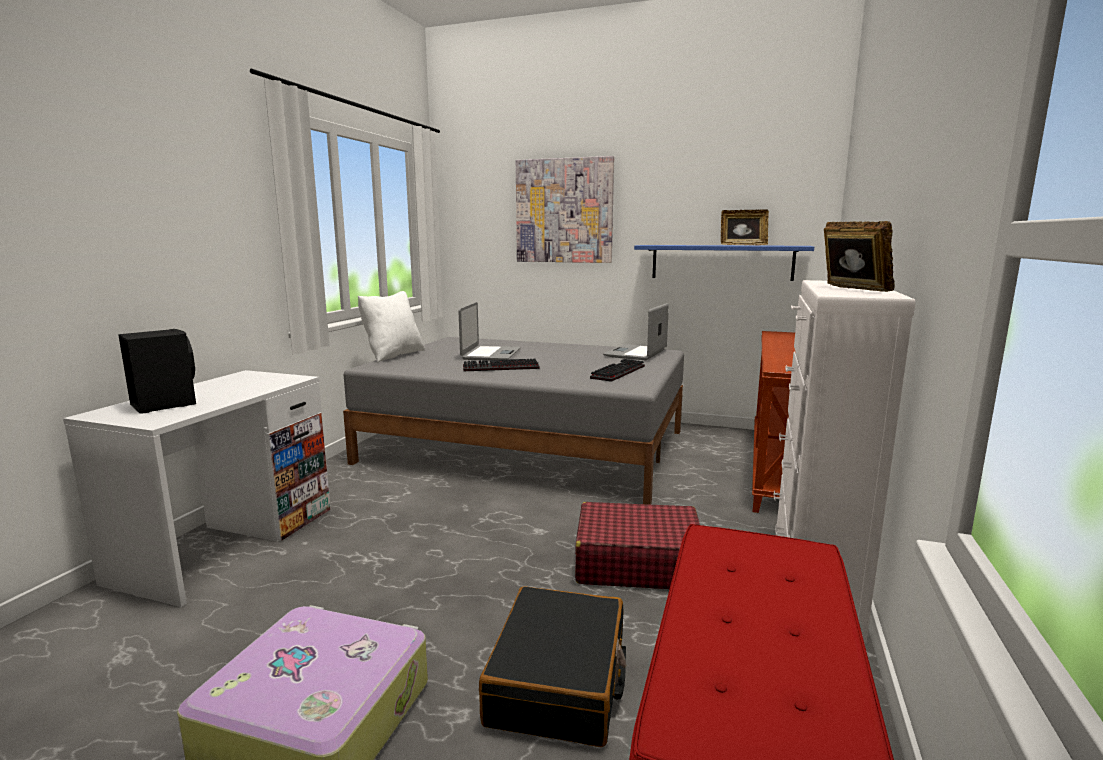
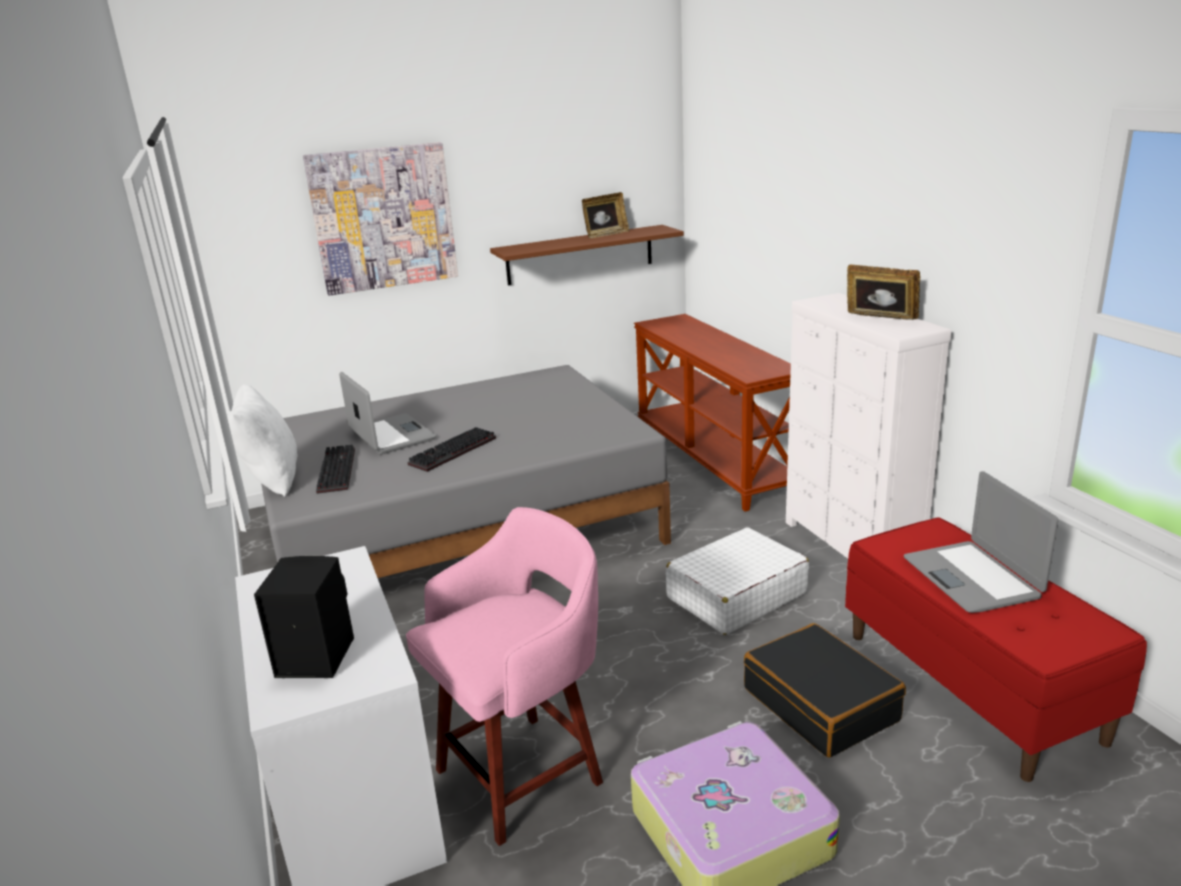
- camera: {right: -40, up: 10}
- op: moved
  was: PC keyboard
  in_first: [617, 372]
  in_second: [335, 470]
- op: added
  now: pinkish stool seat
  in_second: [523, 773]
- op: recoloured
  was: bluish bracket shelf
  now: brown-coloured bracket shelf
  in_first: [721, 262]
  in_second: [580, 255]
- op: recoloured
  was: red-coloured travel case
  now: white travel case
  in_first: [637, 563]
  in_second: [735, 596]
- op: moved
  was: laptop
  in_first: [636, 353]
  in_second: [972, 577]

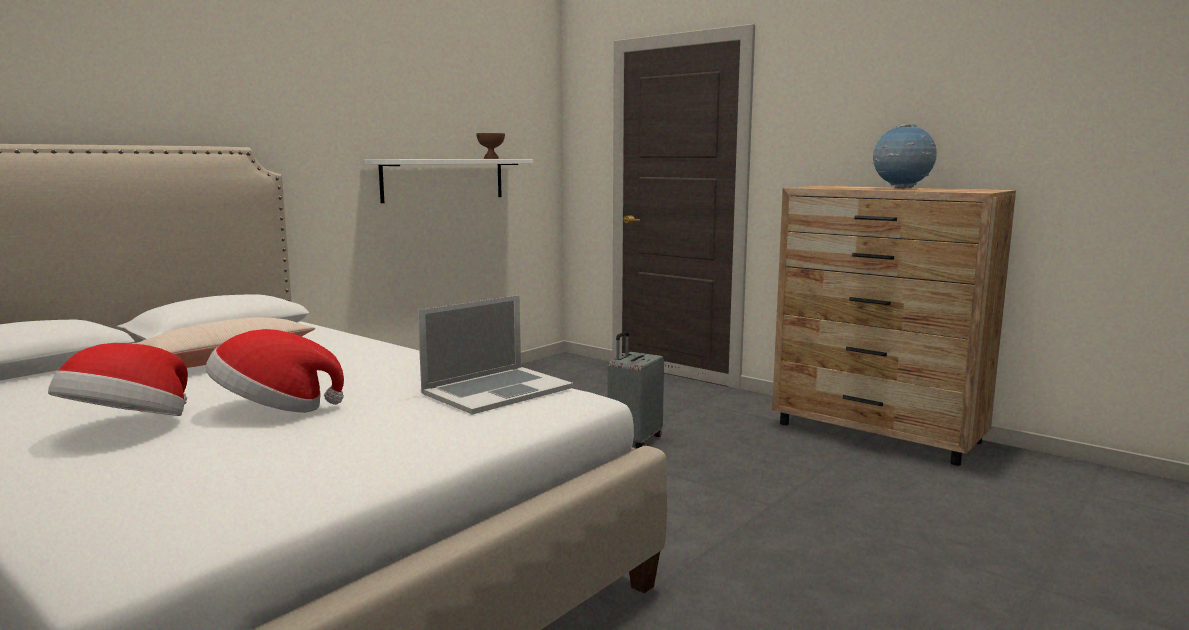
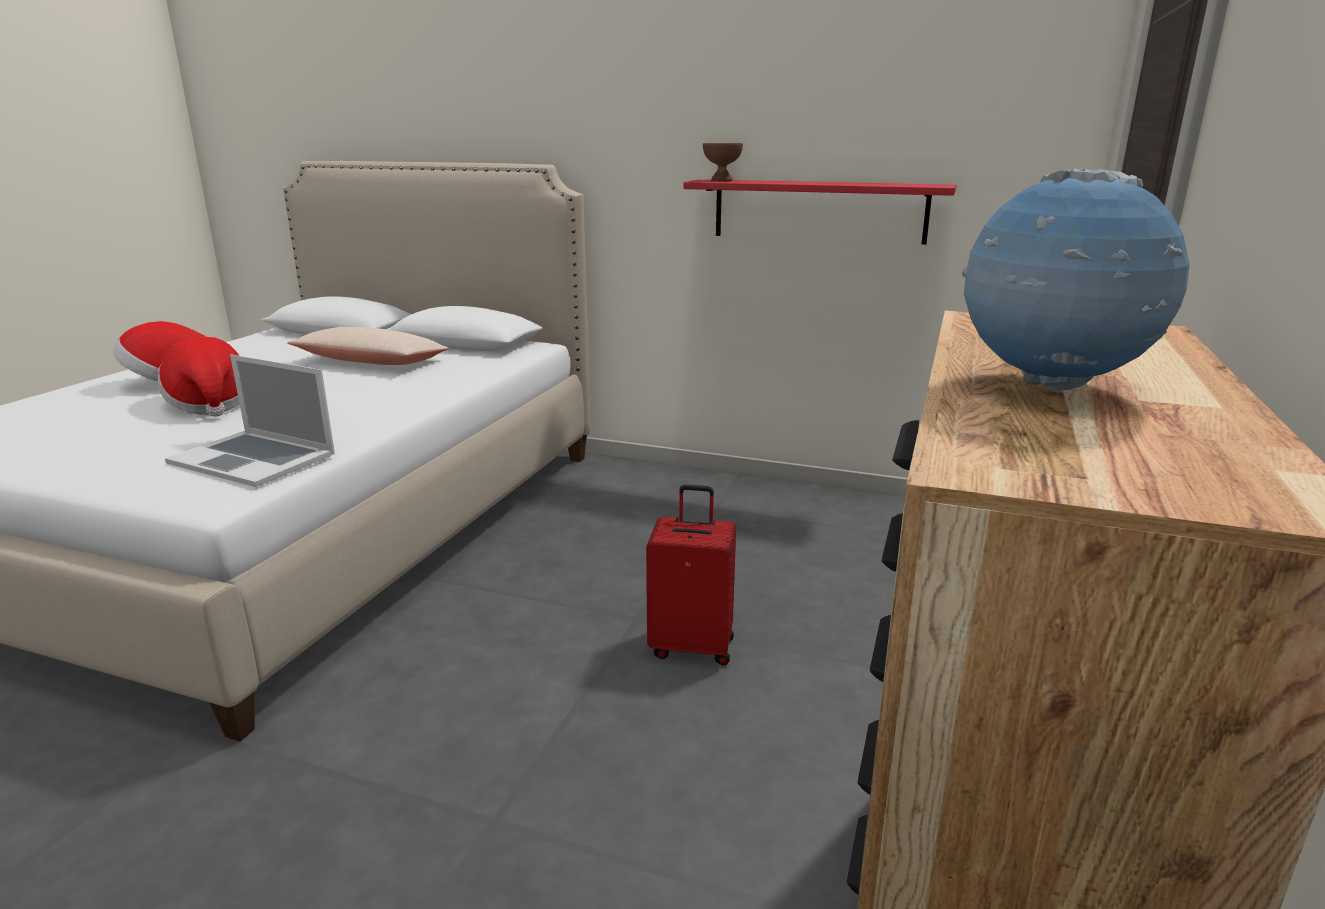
- camera: {right: 70, up: 10}
- op: recoloured
  was: gray travel case
  now: red-coloured travel case
  in_first: [634, 440]
  in_second: [692, 646]
- op: recoloured
  was: white bracket shelf
  now: red-coloured bracket shelf
  in_first: [444, 179]
  in_second: [819, 211]
- op: moved
  was: brown-coloured deep dish
  in_first: [491, 158]
  in_second: [722, 180]

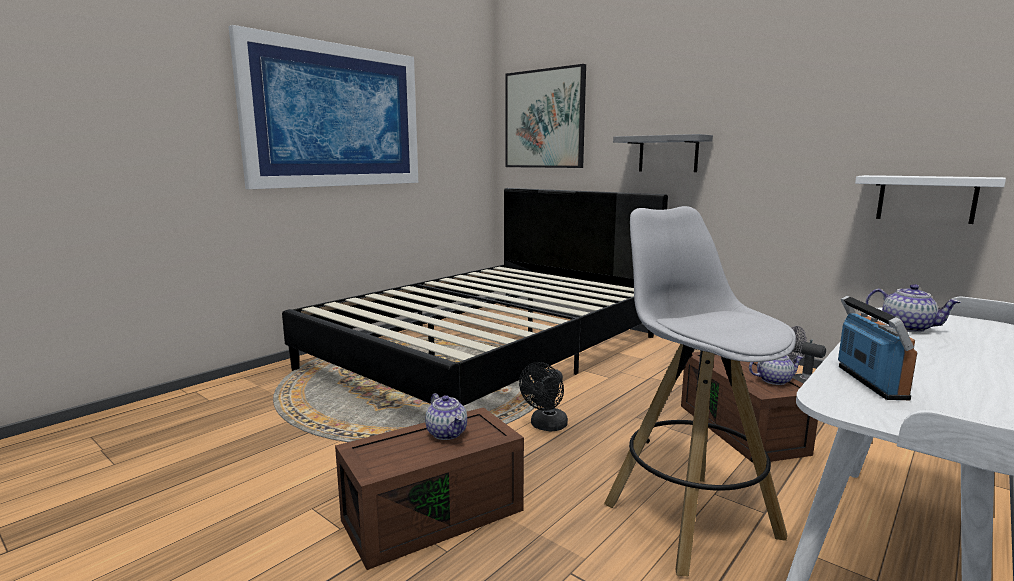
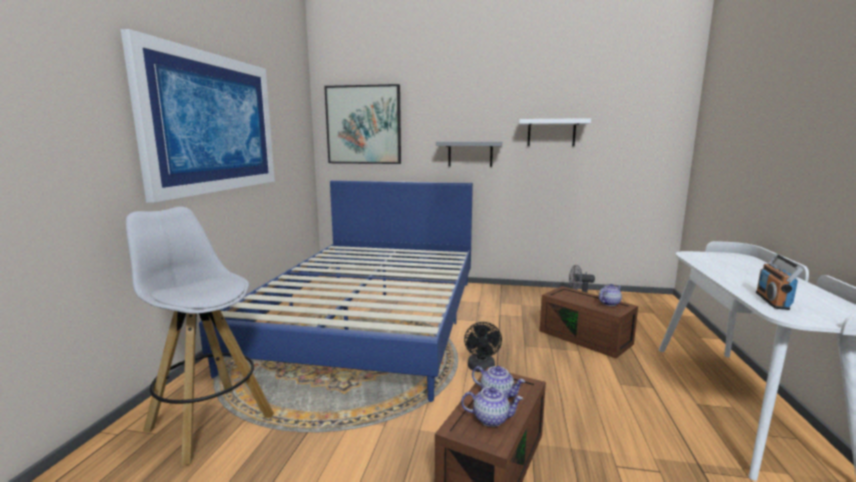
- camera: {right: -30, up: 0}
- op: moved
  was: white stool seat
  in_first: [688, 518]
  in_second: [209, 422]
- op: recoloured
  was: blackish sleeping bed
  now: bluish sleeping bed
  in_first: [490, 351]
  in_second: [371, 319]
- op: moved
  was: pot for tea
  in_first: [907, 327]
  in_second: [491, 418]
- op: moved
  was: white bracket shelf
  in_first: [926, 198]
  in_second: [551, 133]
- op: turned
  was: radio receiver
  in_first: [870, 382]
  in_second: [773, 301]
  clockwise: -135

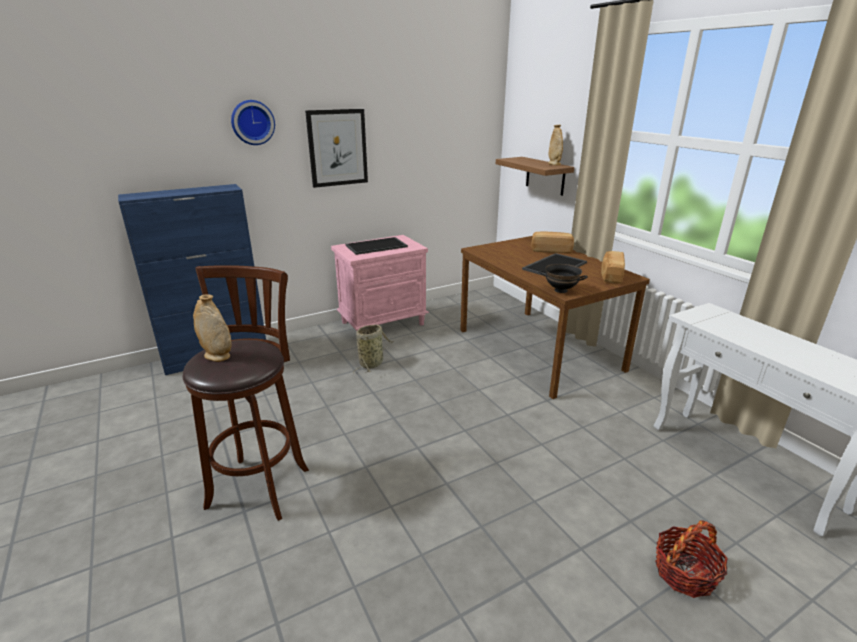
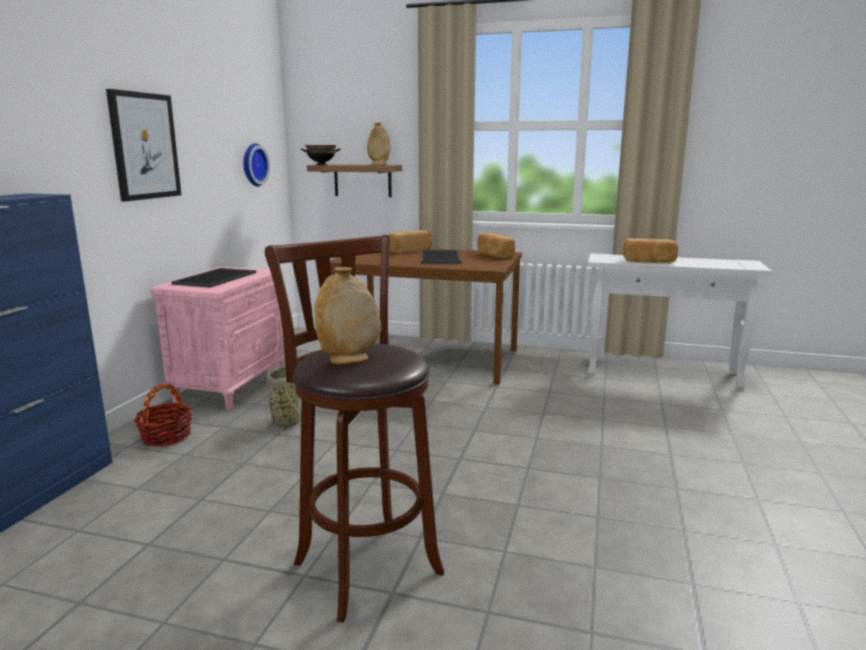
- camera: {right: -45, up: -10}
- op: moved
  was: household basket
  in_first: [684, 573]
  in_second: [166, 437]
- op: moved
  was: hanging clock
  in_first: [252, 122]
  in_second: [253, 165]
- op: moved
  was: blackish deep dish
  in_first: [560, 290]
  in_second: [321, 164]
- op: added
  now: bakery bread
  in_second: [649, 261]

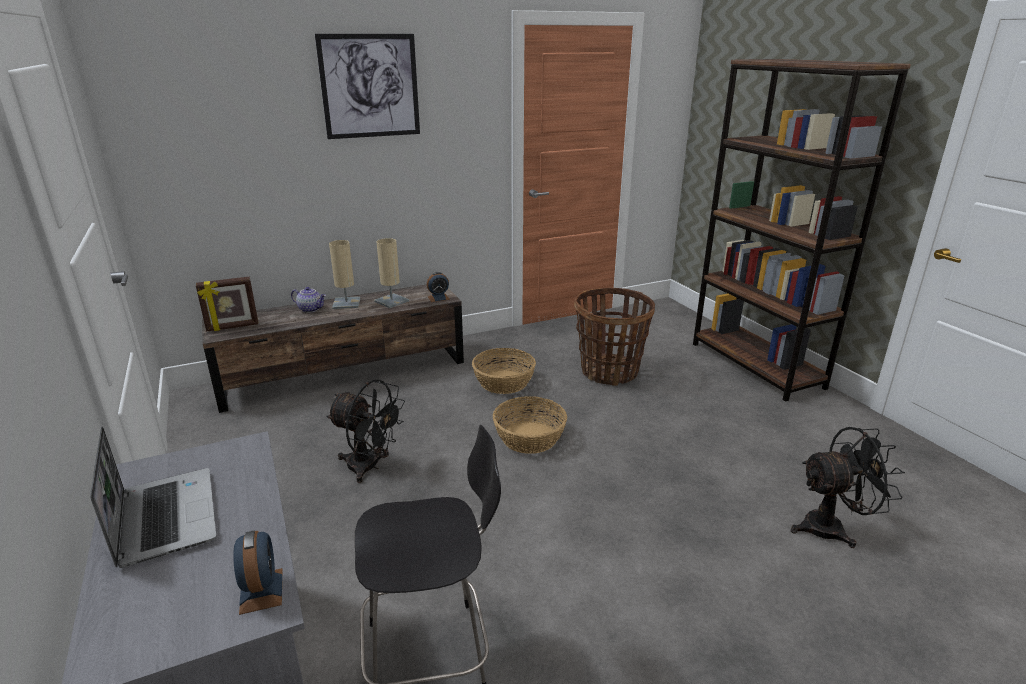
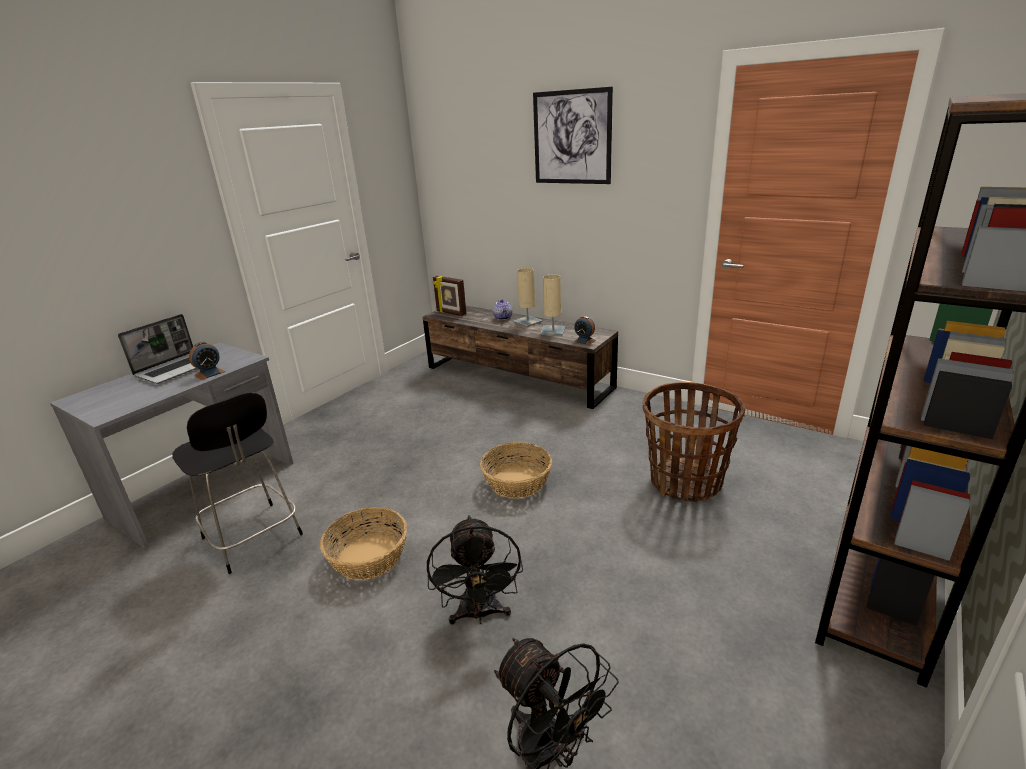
- camera: {right: 60, up: 0}
- op: moved
  was: alarm clock
  in_first: [261, 590]
  in_second: [209, 373]
- op: moved
  was: household basket
  in_first: [503, 382]
  in_second: [368, 557]
- op: moved
  was: blackish fan
  in_first: [370, 467]
  in_second: [479, 614]

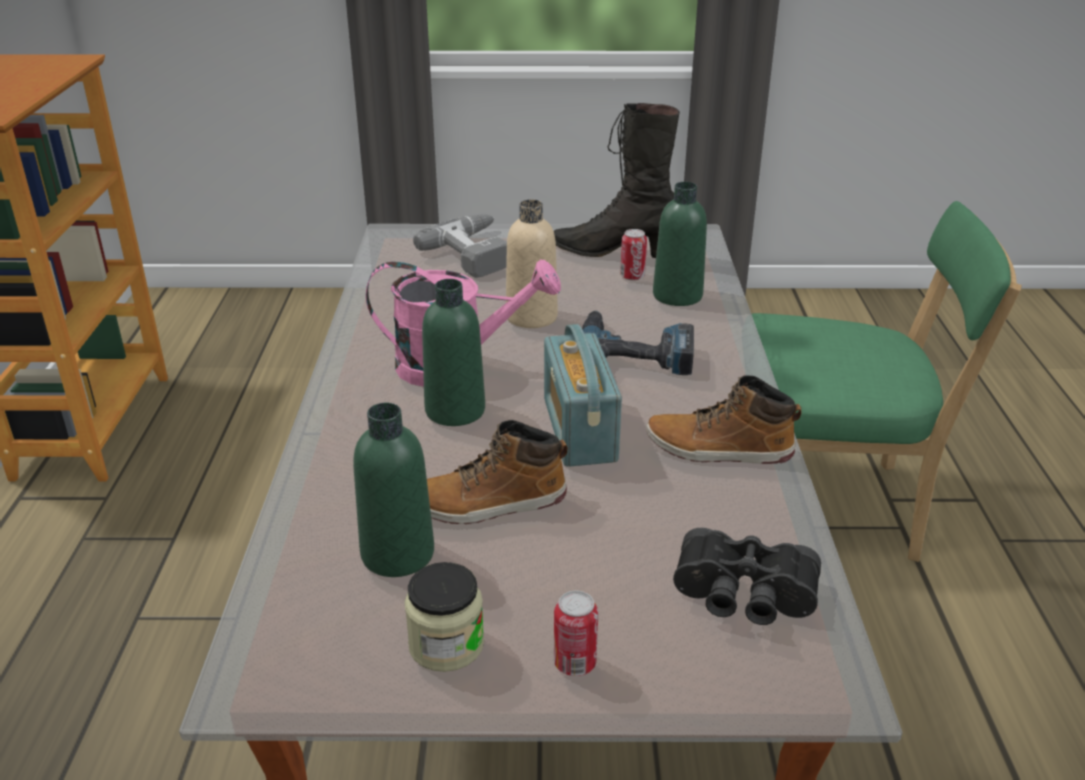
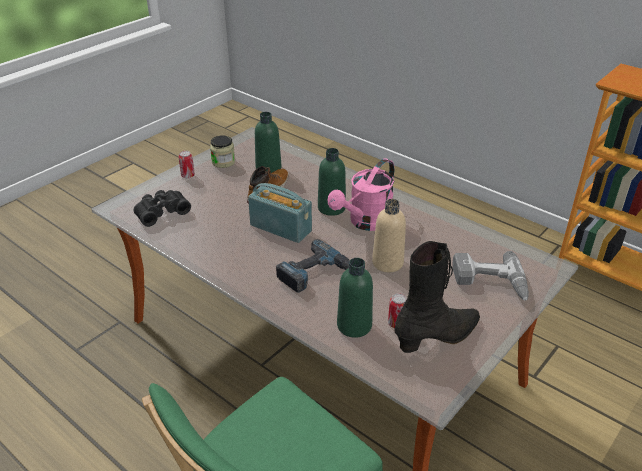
- camera: {right: 130, up: 5}
- op: removed
  was: tall boot
  in_first: [718, 449]

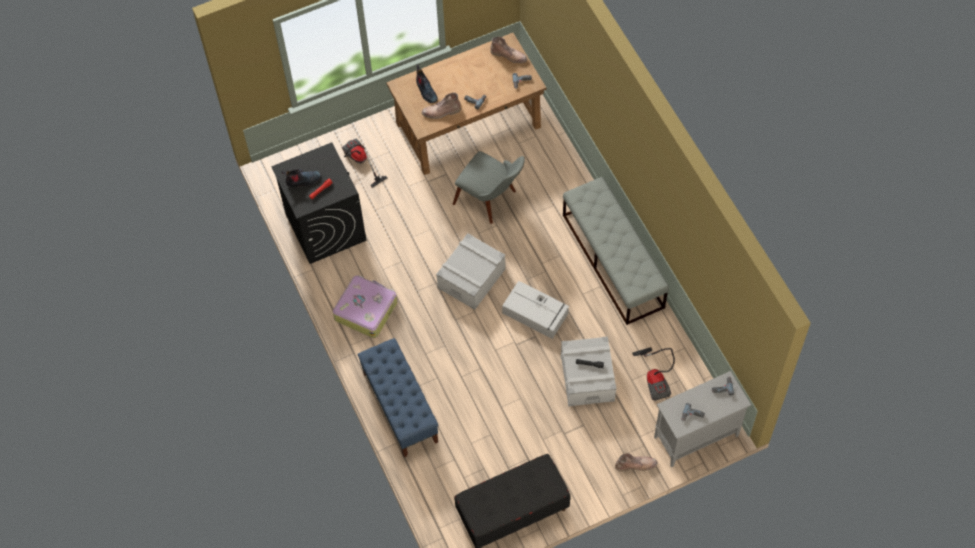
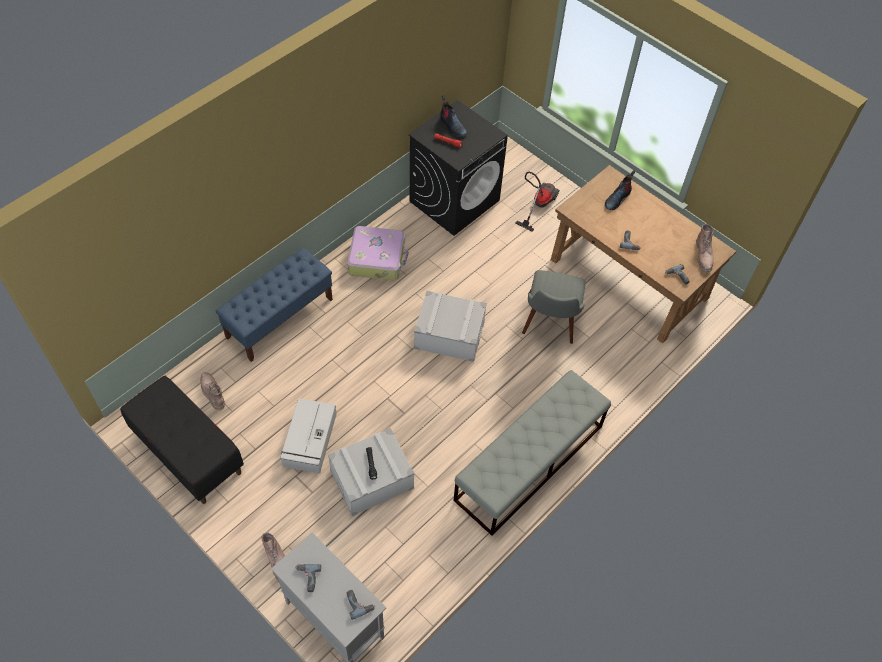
- camera: {right: 65, up: -5}
- op: moved
  was: brown-coloured tall boot
  in_first: [441, 112]
  in_second: [212, 392]
- op: moved
  was: gray storage box
  in_first: [536, 314]
  in_second: [309, 441]
- op: removed
  was: vacuum cleaner
  in_first: [655, 379]

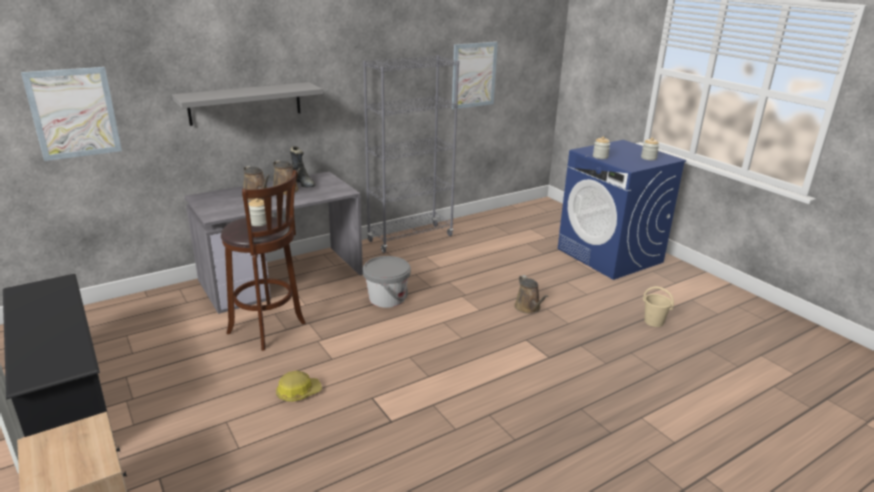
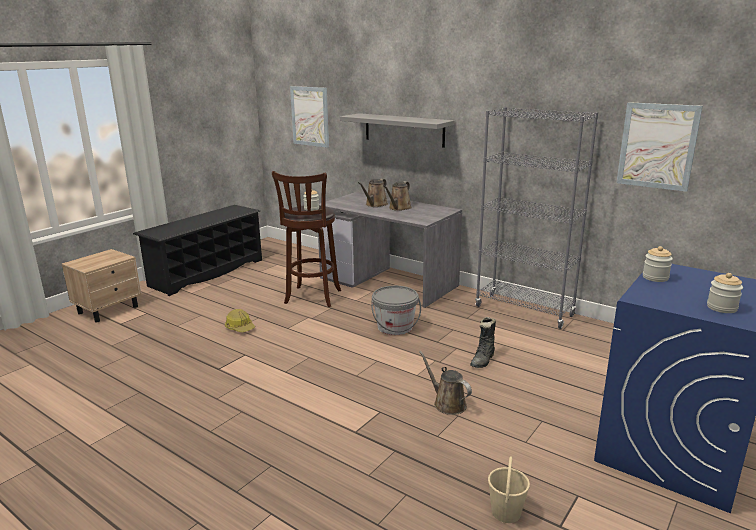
- camera: {right: 70, up: -5}
- op: turned
  was: brown-coloured watering pot
  in_first: [528, 308]
  in_second: [447, 403]
  clockwise: 90
- op: moved
  was: blackish tall boot
  in_first: [303, 183]
  in_second: [483, 360]

